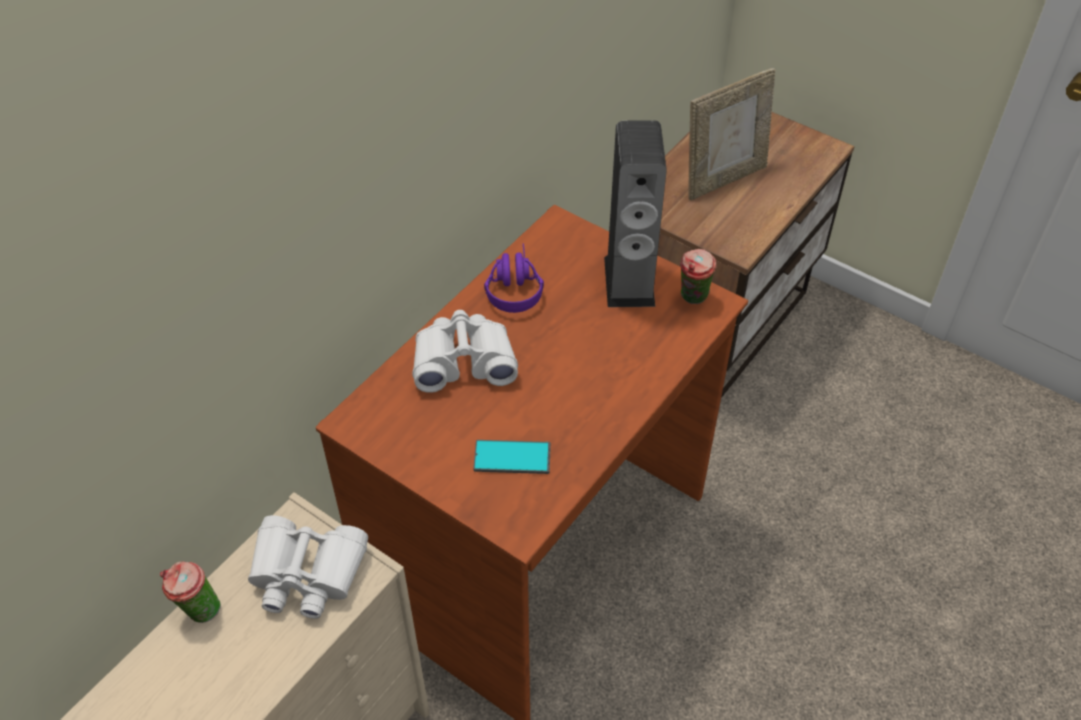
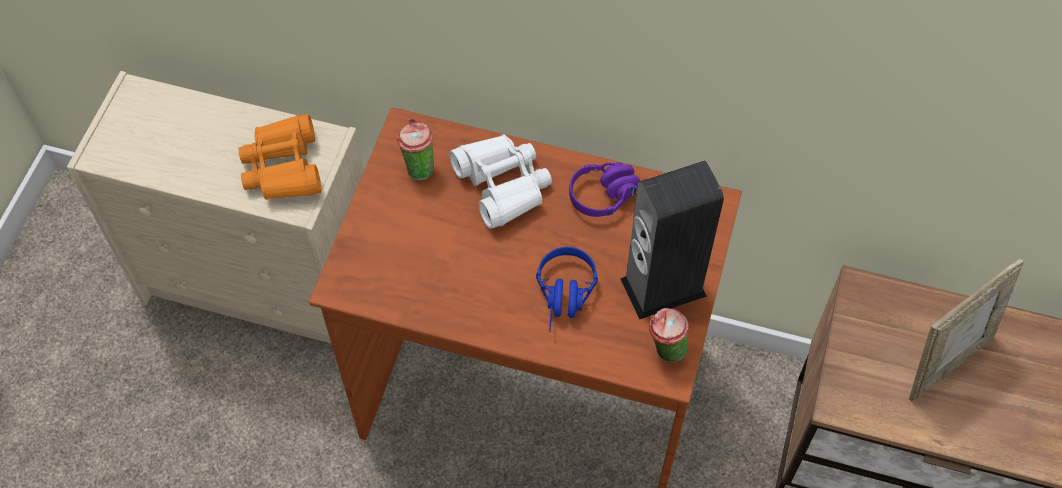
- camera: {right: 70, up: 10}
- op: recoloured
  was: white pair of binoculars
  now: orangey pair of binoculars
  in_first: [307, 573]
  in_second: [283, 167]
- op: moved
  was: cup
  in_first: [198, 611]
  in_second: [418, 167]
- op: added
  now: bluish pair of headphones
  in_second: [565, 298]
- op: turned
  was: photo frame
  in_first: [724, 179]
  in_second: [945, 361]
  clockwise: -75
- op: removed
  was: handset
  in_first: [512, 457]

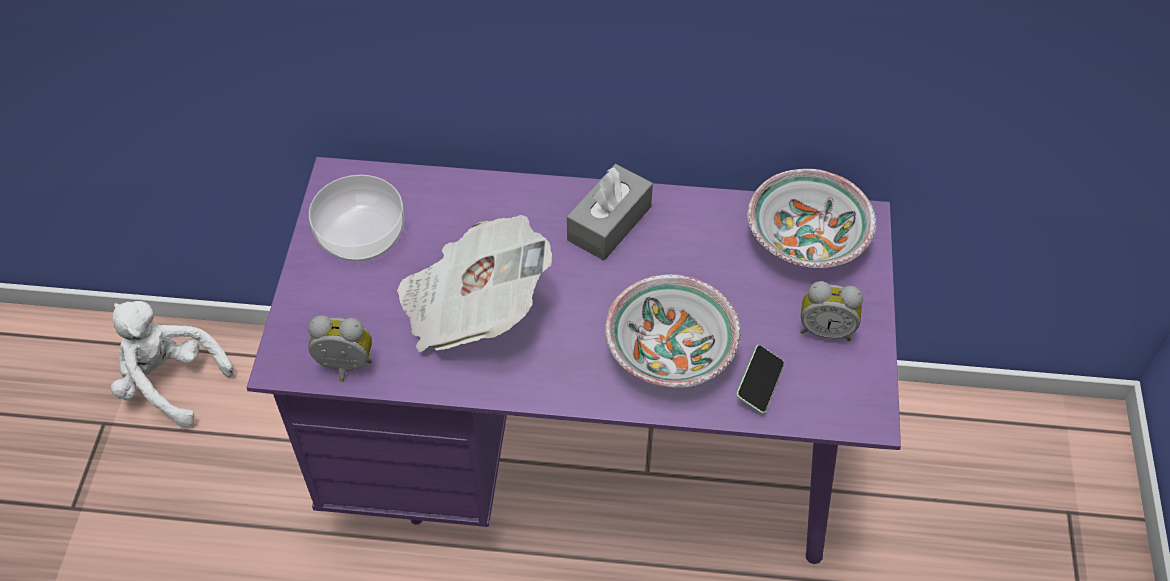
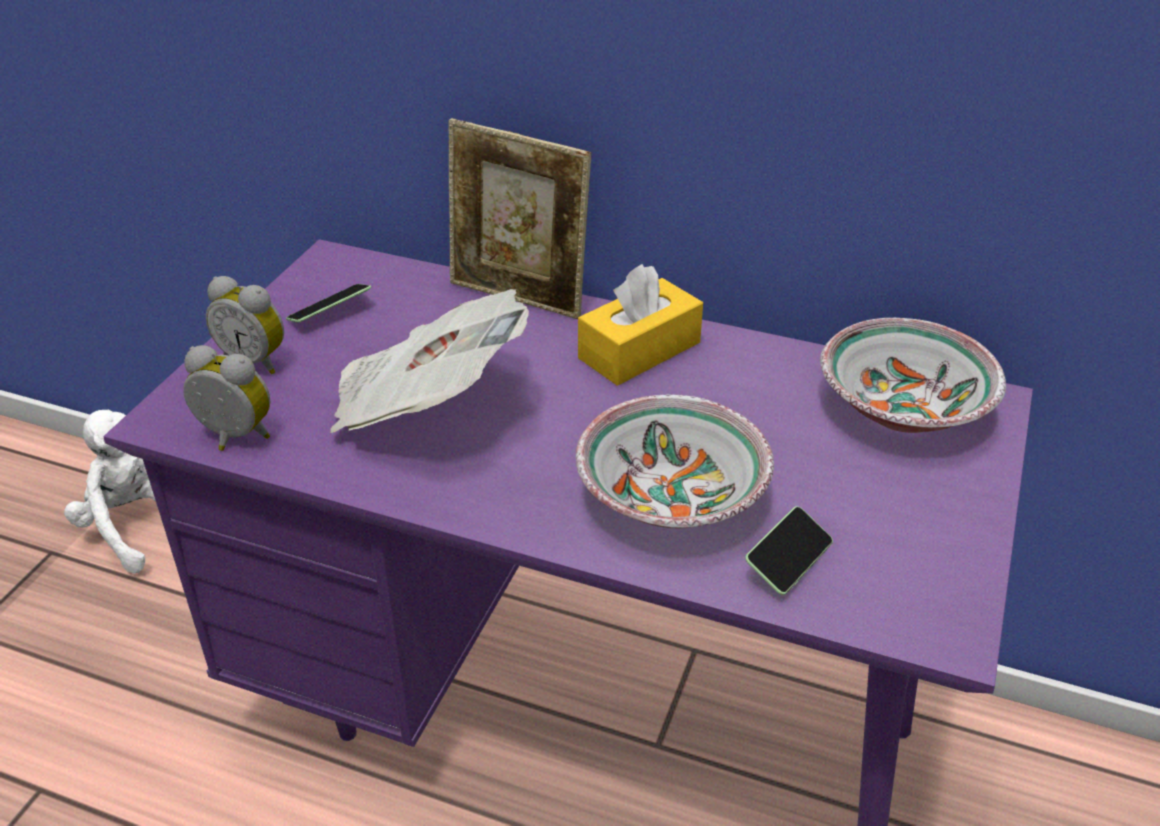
- camera: {right: 15, up: -15}
- op: moved
  was: alarm clock
  in_first: [825, 329]
  in_second: [256, 360]
- op: replaced
  was: deep dish
  now: handset
  in_first: [362, 234]
  in_second: [330, 313]
- op: added
  now: photo frame
  in_second: [519, 297]
- op: recoloured
  was: gray tissue box
  now: yellow-coloured tissue box
  in_first: [609, 223]
  in_second: [639, 350]

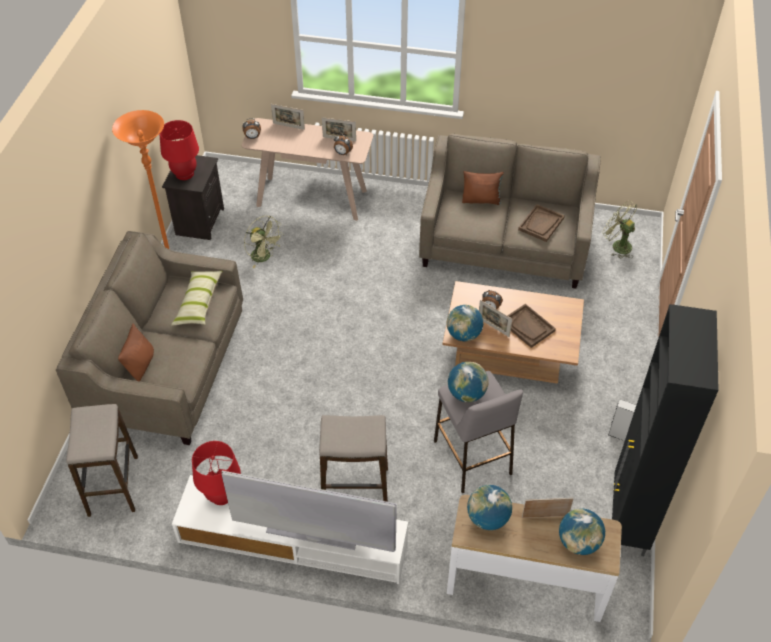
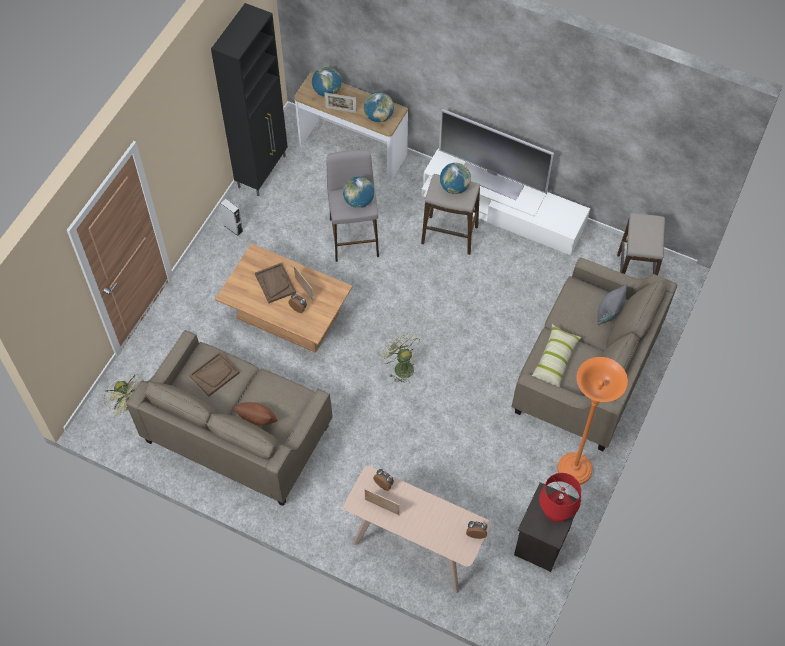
- camera: {right: -165, up: 10}
- op: moved
  was: green fan
  in_first: [264, 257]
  in_second: [400, 366]
- op: moved
  was: world globe
  in_first: [463, 335]
  in_second: [454, 187]
- op: recoloured
  was: brown-coloured throw pillow
  now: gray throw pillow
  in_first: [140, 364]
  in_second: [609, 313]
- op: removed
  was: red-coloured table lamp
  in_first: [221, 495]
- op: removed
  was: photo frame
  in_first: [288, 126]

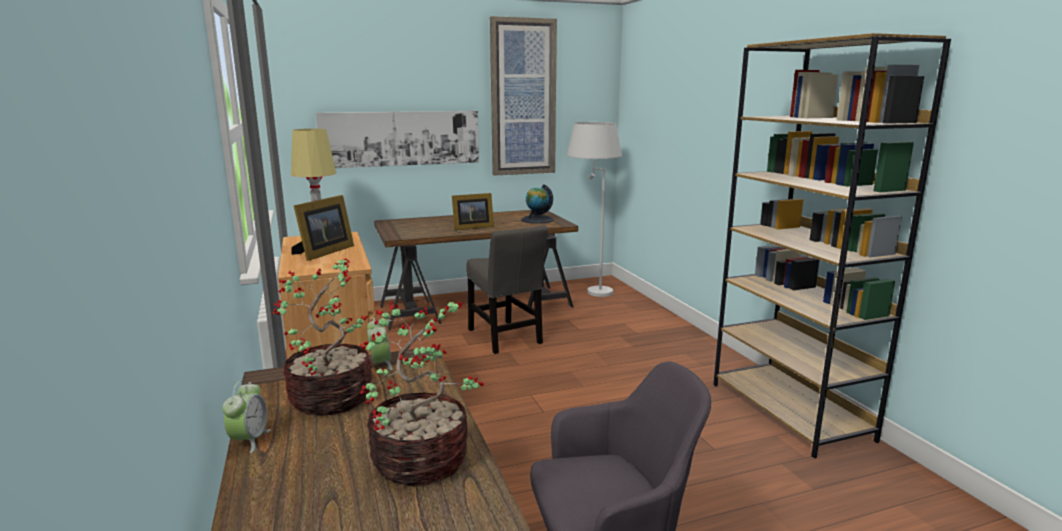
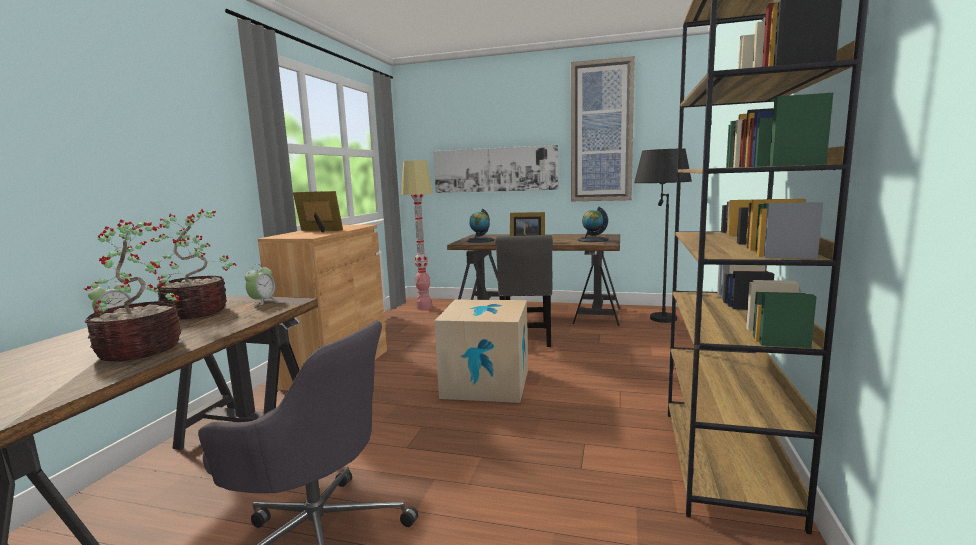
- camera: {right: 35, up: -5}
- op: turned
  was: photo frame
  in_first: [323, 252]
  in_second: [319, 231]
  clockwise: -135
- op: added
  now: packing box
  in_second: [486, 383]
- op: added
  now: world globe
  in_second: [480, 240]
- op: recoloured
  was: white floor lamp
  now: blackish floor lamp
  in_first: [590, 289]
  in_second: [657, 314]

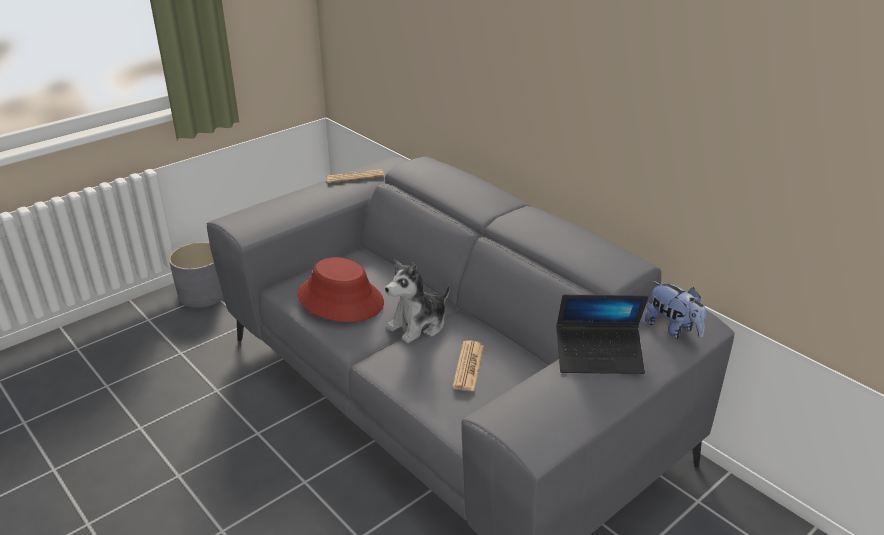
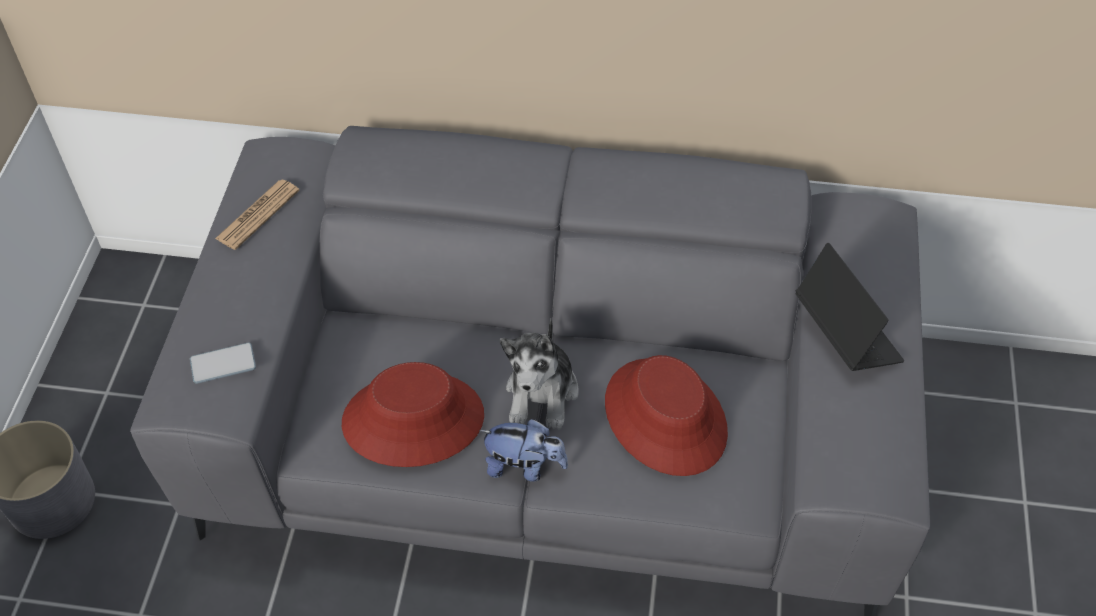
- camera: {right: -40, up: 20}
- op: added
  now: handset
  in_second: [223, 364]
- op: moved
  was: soft toy
  in_first: [673, 329]
  in_second: [524, 466]
- op: replaced
  was: newspaper
  now: red-coloured wearable hat
  in_first: [468, 366]
  in_second: [666, 417]
- op: turned
  was: laptop
  in_first: [599, 356]
  in_second: [846, 334]
  clockwise: -75

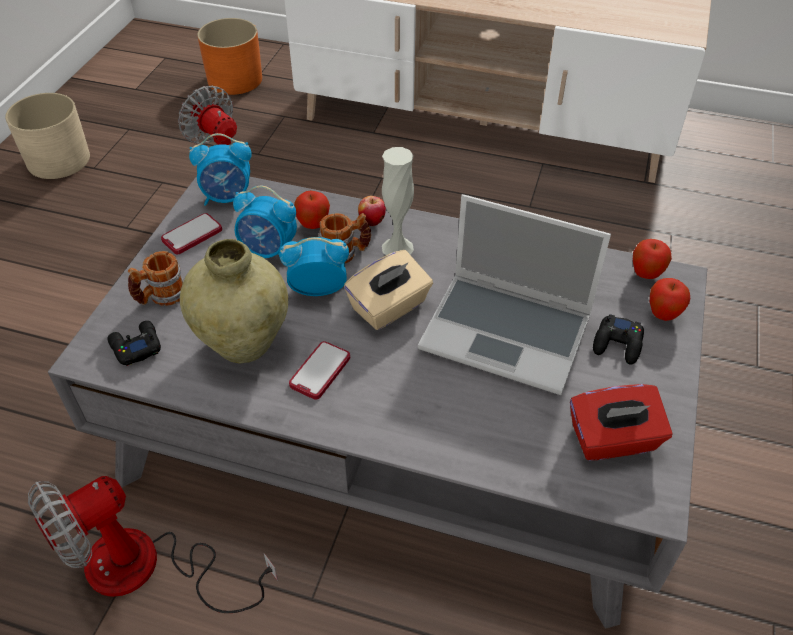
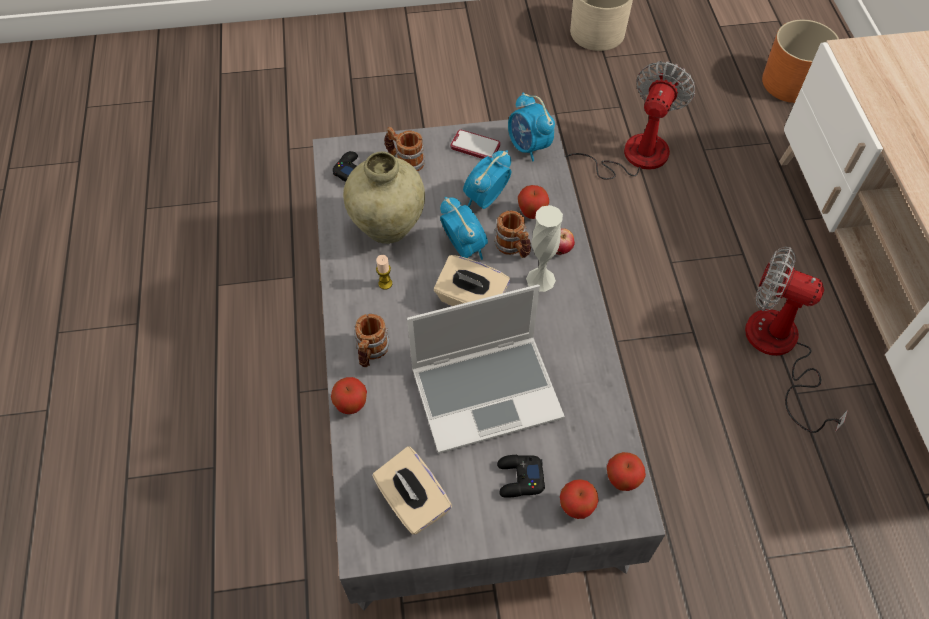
- camera: {right: 65, up: 10}
- op: added
  now: apple fruit
  in_second: [351, 406]
- op: added
  now: tea mug
  in_second: [371, 352]
- op: recoloured
  was: red-coloured tissue box
  now: beige-coloured tissue box
  in_first: [613, 440]
  in_second: [412, 501]
- op: replaced
  was: handset
  now: wax candle
  in_first: [320, 371]
  in_second: [385, 283]
- op: turned
  was: laptop
  in_first: [508, 333]
  in_second: [487, 392]
  clockwise: -105
- op: turned
  was: alarm clock
  in_first: [268, 251]
  in_second: [485, 199]
  clockwise: 45
- op: moved
  was: fan
  in_first: [147, 569]
  in_second: [778, 350]

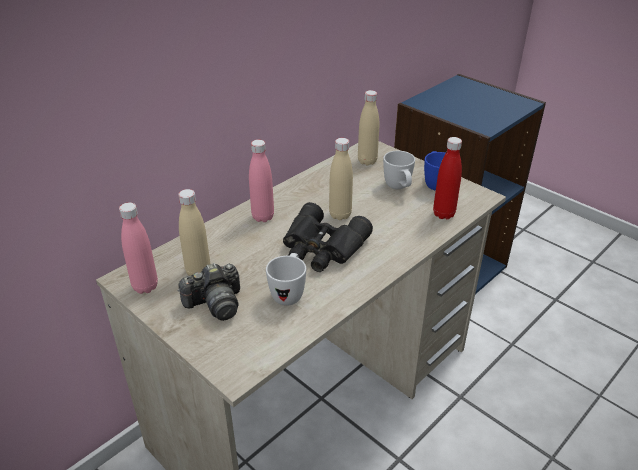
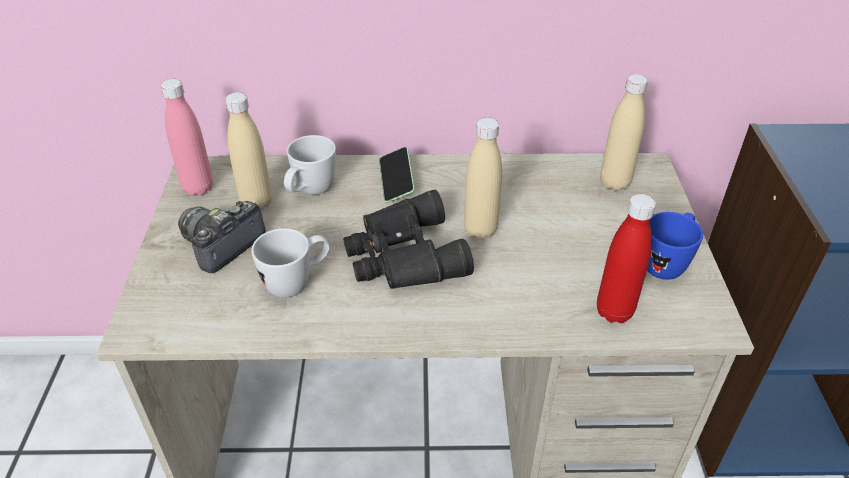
- camera: {right: 45, up: 5}
- op: turned
  was: still camera
  in_first: [215, 304]
  in_second: [222, 245]
  clockwise: 105
- op: moved
  was: white tea mug
  in_first: [399, 188]
  in_second: [310, 192]
- op: replaced
  was: pinkish beverage bottle
  now: handset
  in_first: [263, 217]
  in_second: [396, 182]

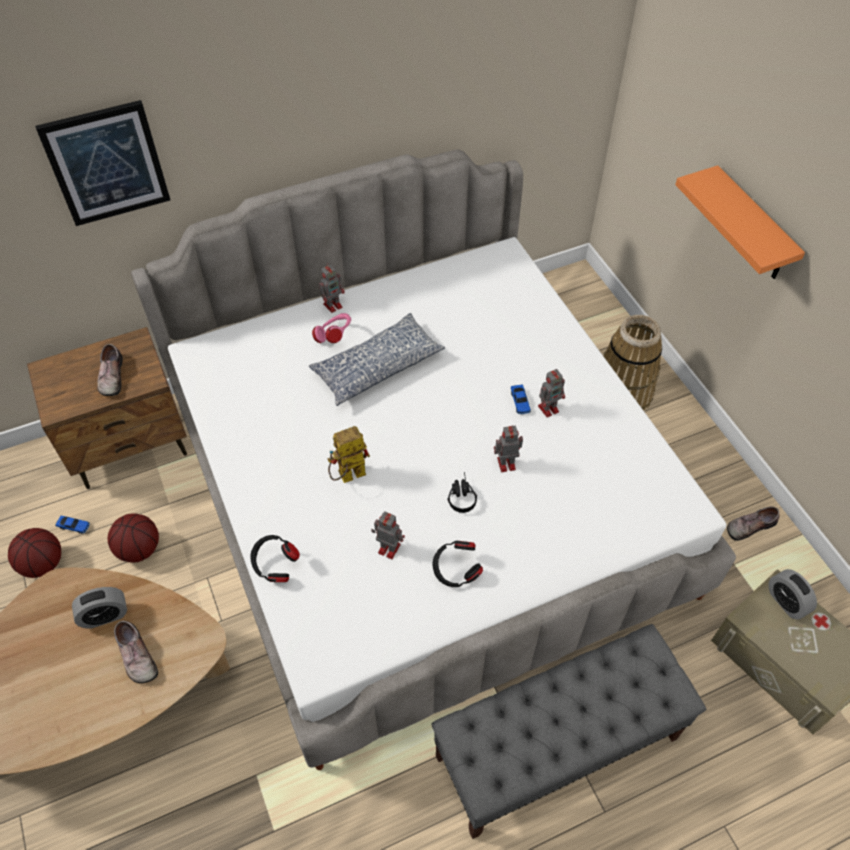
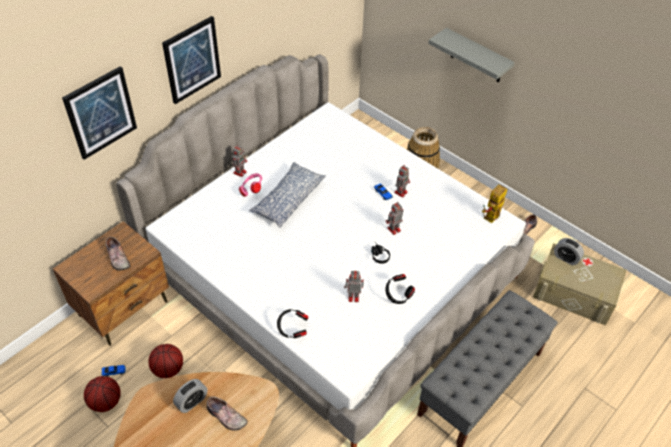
- camera: {right: -25, up: -5}
- op: added
  now: wall picture
  in_second: [192, 60]
- op: recoloured
  was: orangey bracket shelf
  now: gray bracket shelf
  in_first: [752, 227]
  in_second: [477, 56]
- op: moved
  was: robot figure
  in_first: [347, 477]
  in_second: [491, 220]

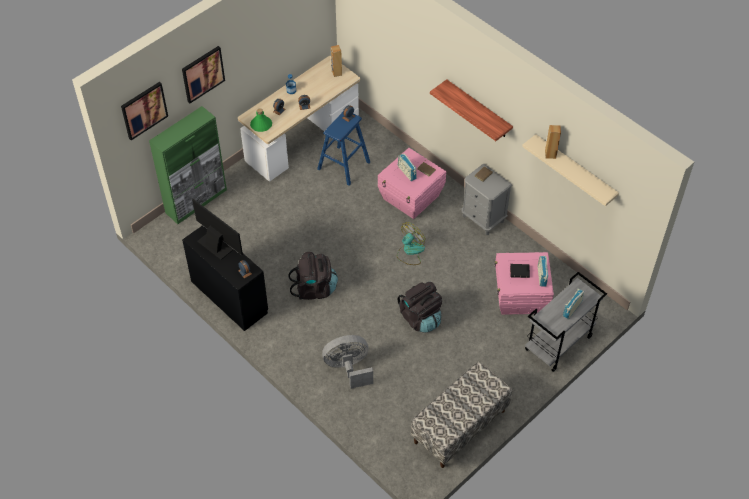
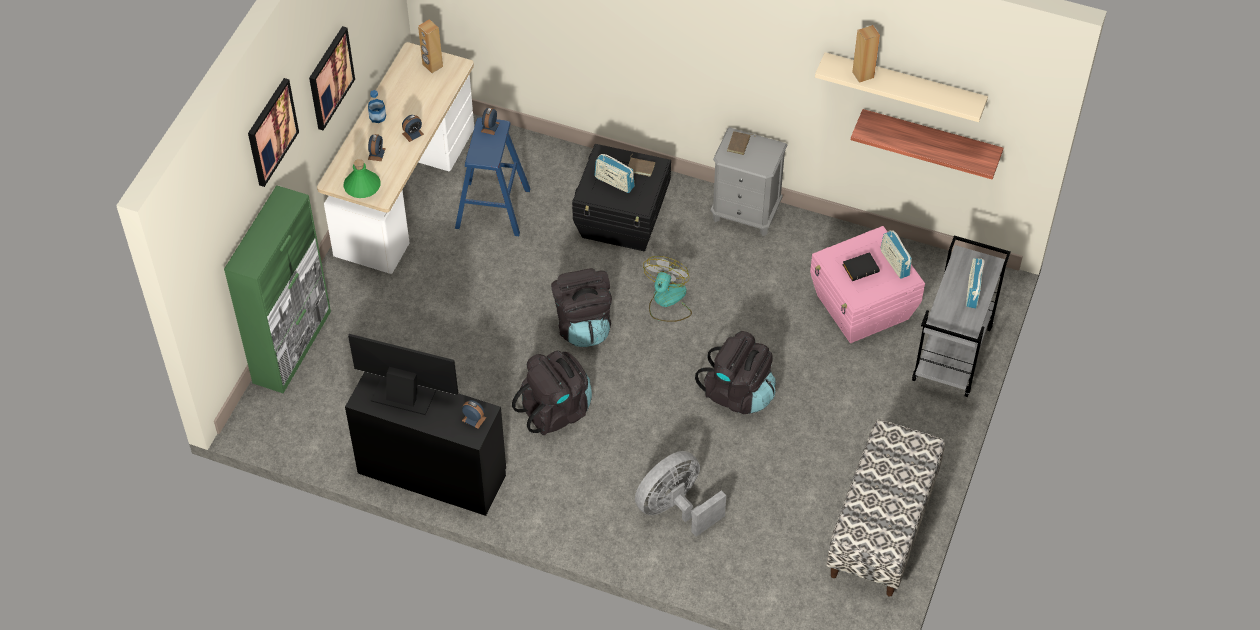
- camera: {right: -25, up: 0}
- op: moved
  was: wall picture
  in_first: [144, 110]
  in_second: [330, 77]
- op: added
  now: blackish knapsack
  in_second: [583, 325]
- op: recoloured
  was: pinkish storage box
  now: blackish storage box
  in_first: [411, 197]
  in_second: [622, 221]
- op: moved
  was: bracket shelf
  in_first: [478, 109]
  in_second: [930, 139]

